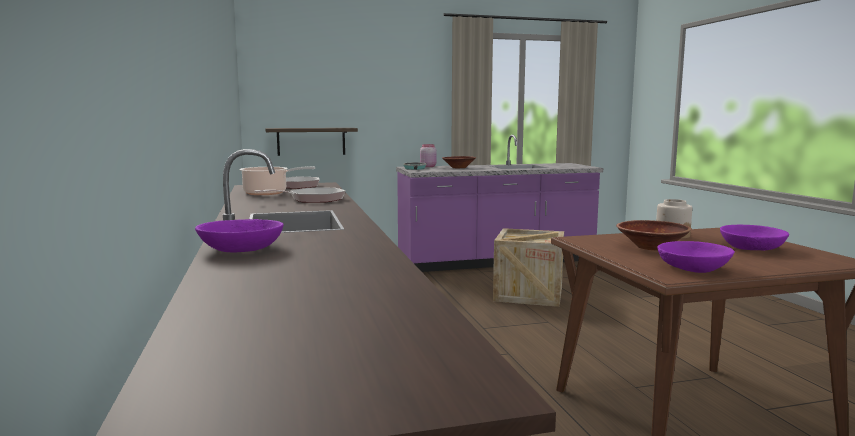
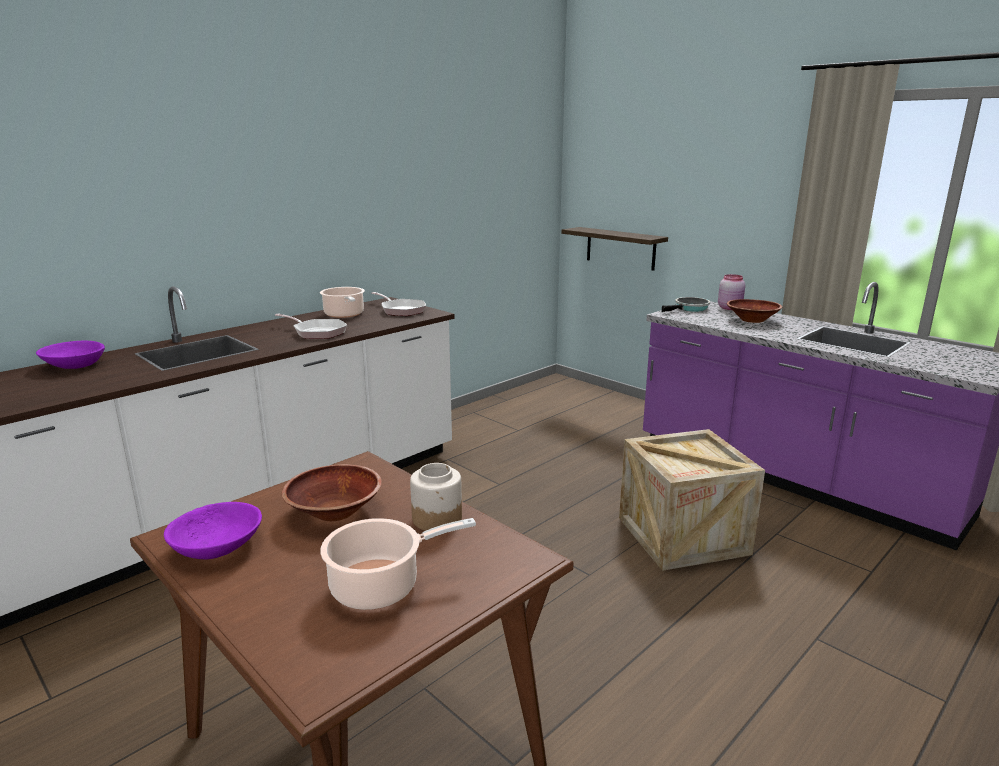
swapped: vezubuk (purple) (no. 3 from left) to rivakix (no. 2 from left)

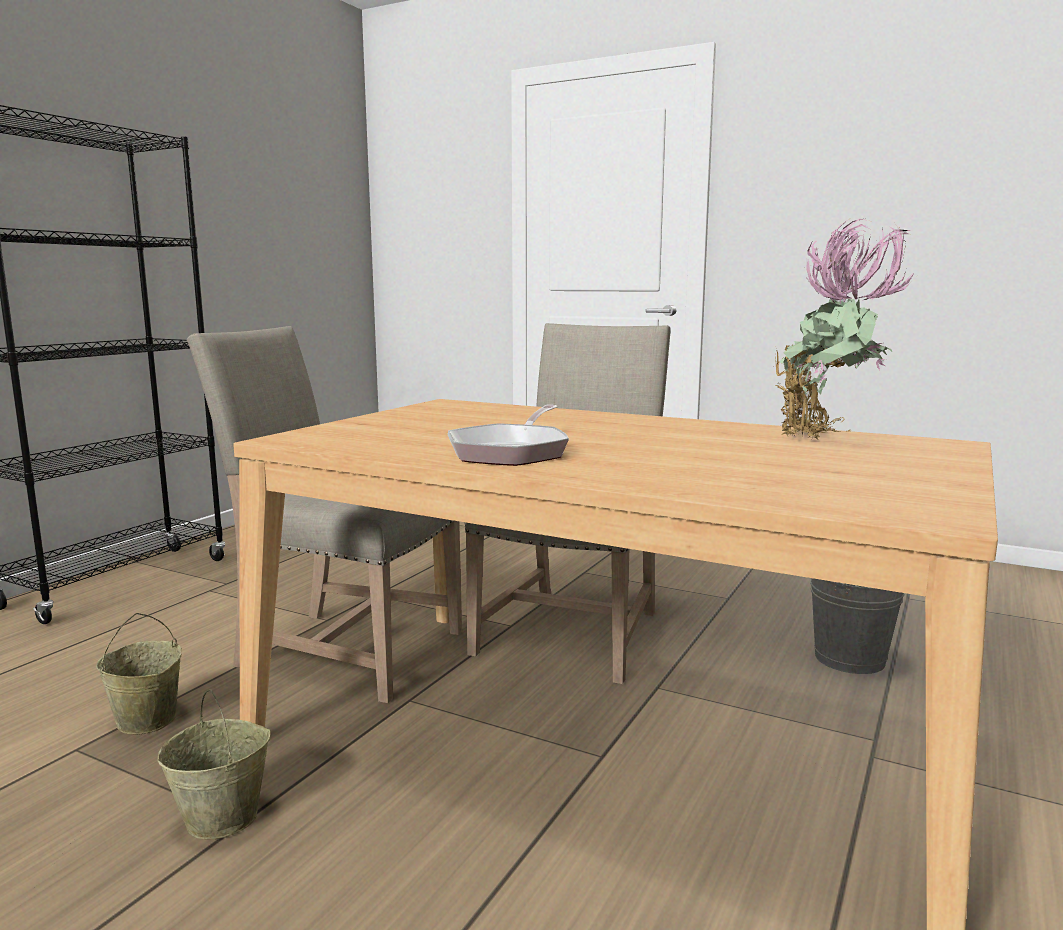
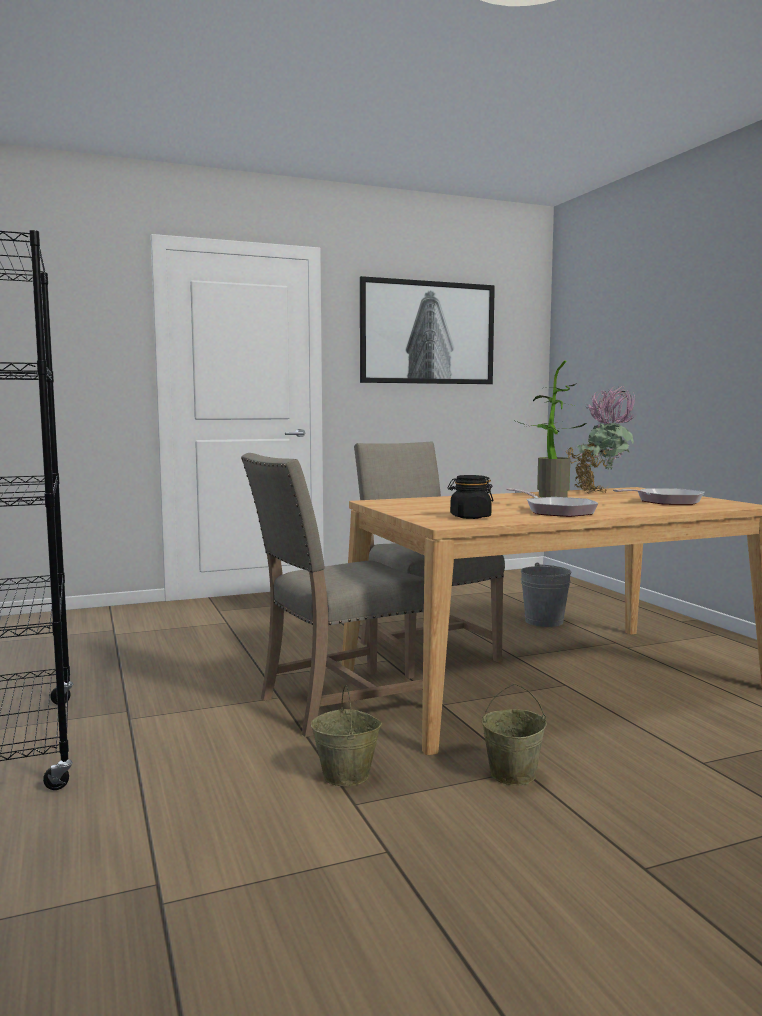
new: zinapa; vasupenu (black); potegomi (no. 1 from left); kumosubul (no. 2 from left)

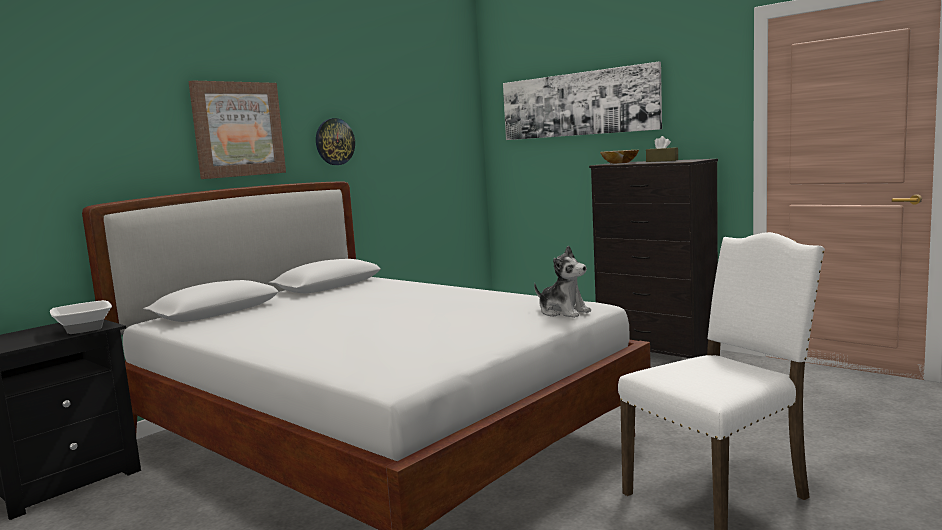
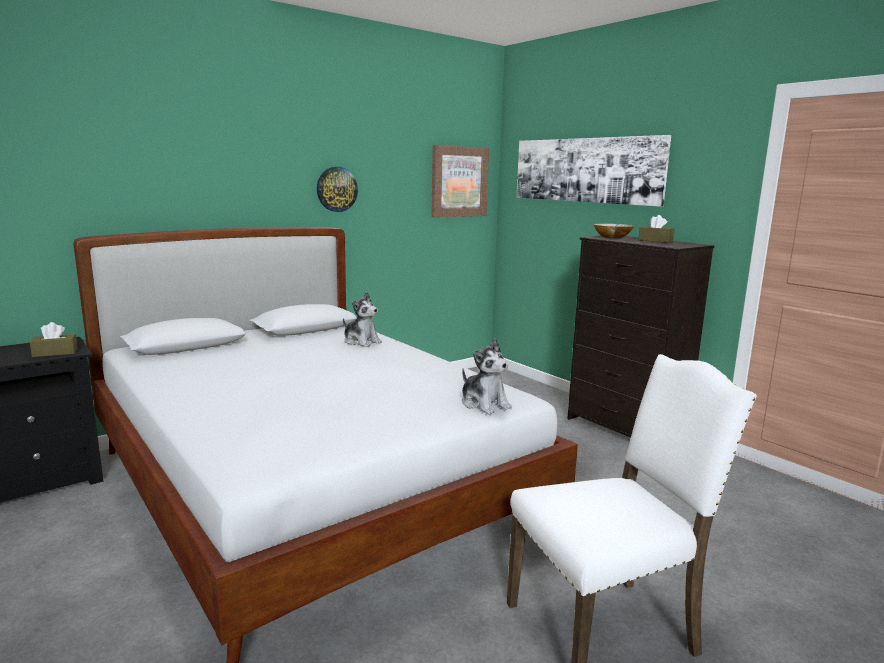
new: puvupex (no. 1 from left)
shifted: zinapa (no. 1 from left)
swapped: vezubuk (no. 1 from left) to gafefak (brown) (no. 1 from left)

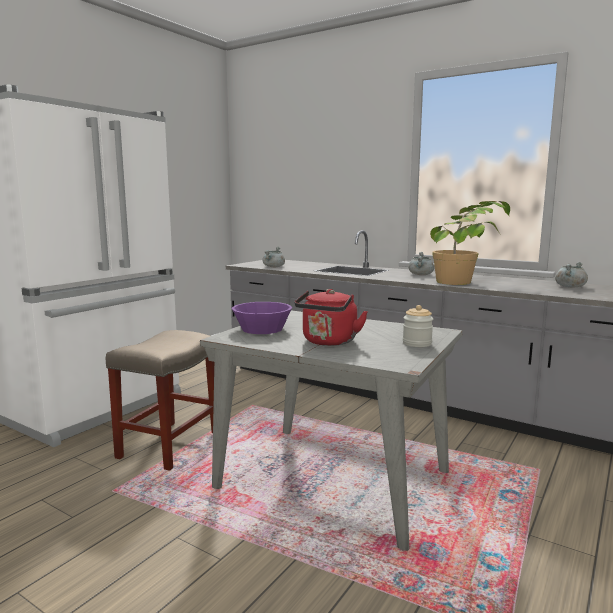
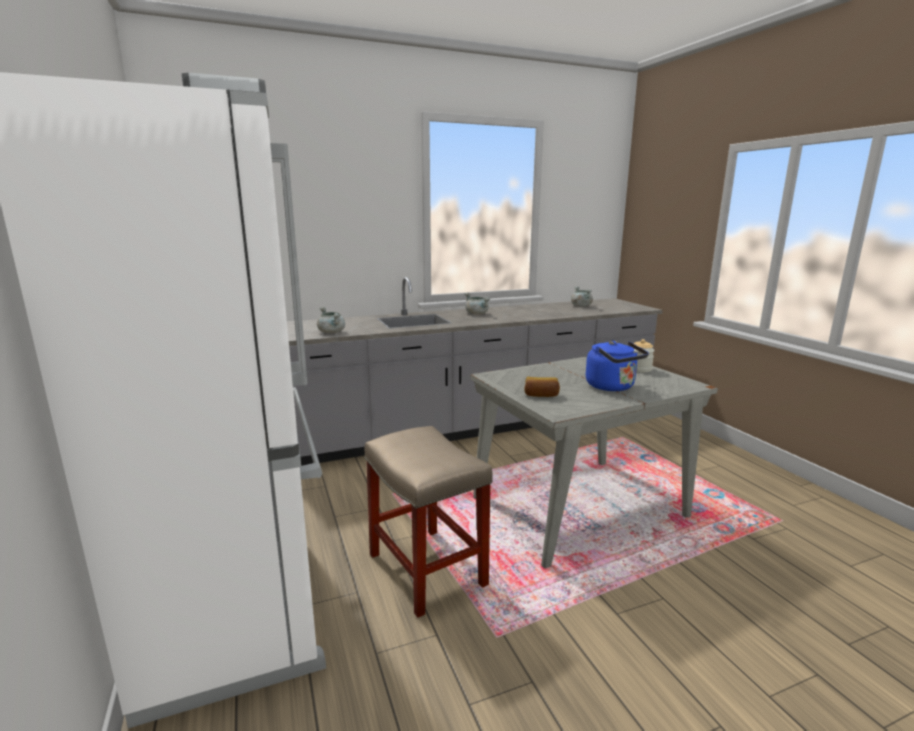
gone: potegomi
swapped: vezubuk (purple) to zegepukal
repainted: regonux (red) to regonux (blue)

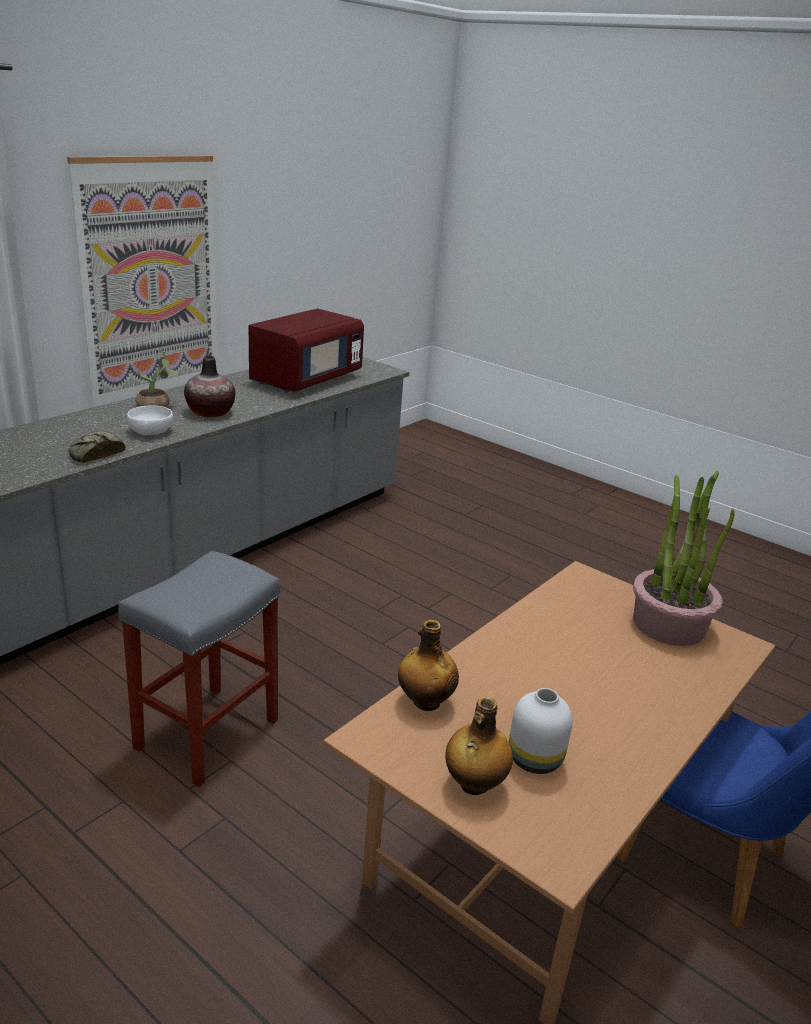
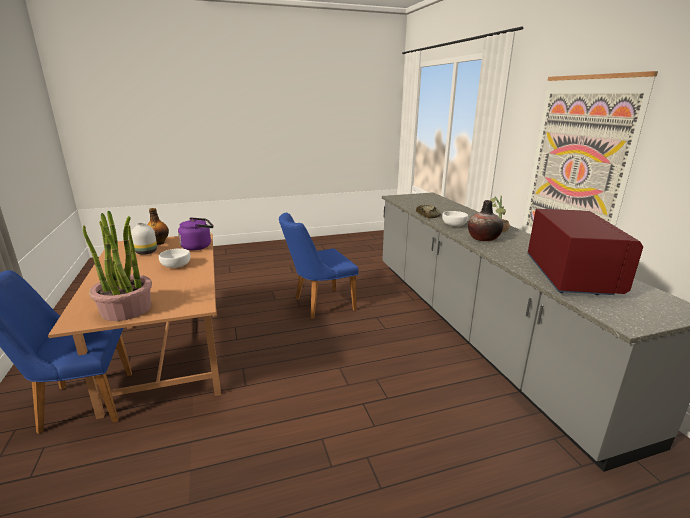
new: vezubuk (white) (no. 1 from left)
swapped: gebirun (no. 1 from left) to regonux (purple); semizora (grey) to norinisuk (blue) (no. 2 from left)
rotated: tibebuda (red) 150 degrees counterclockwise

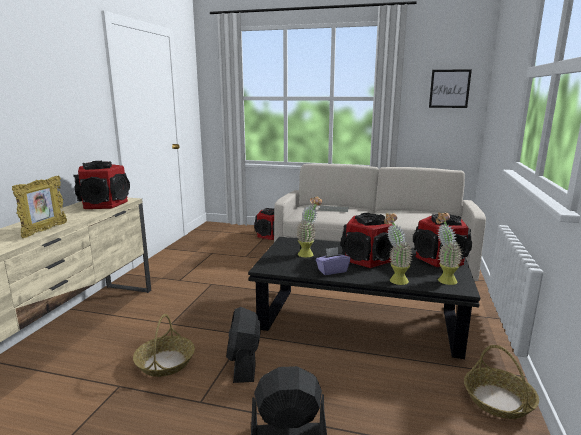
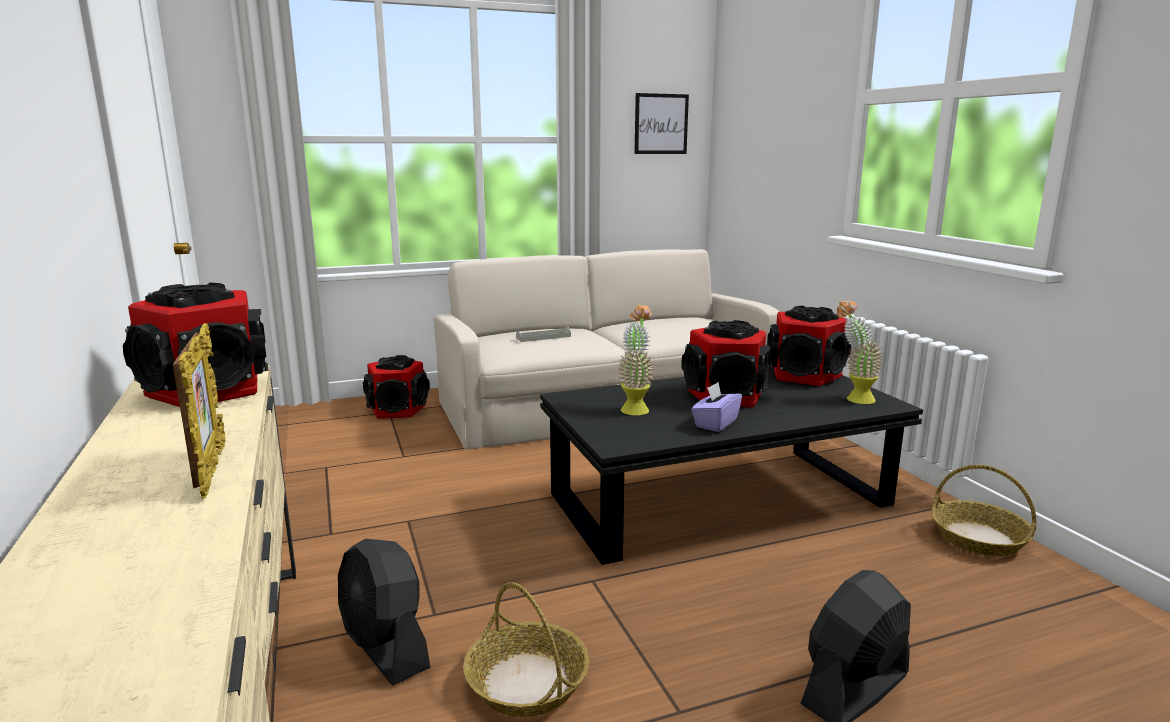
gone: potegomi (no. 2 from left)
shifted: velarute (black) (no. 1 from left)

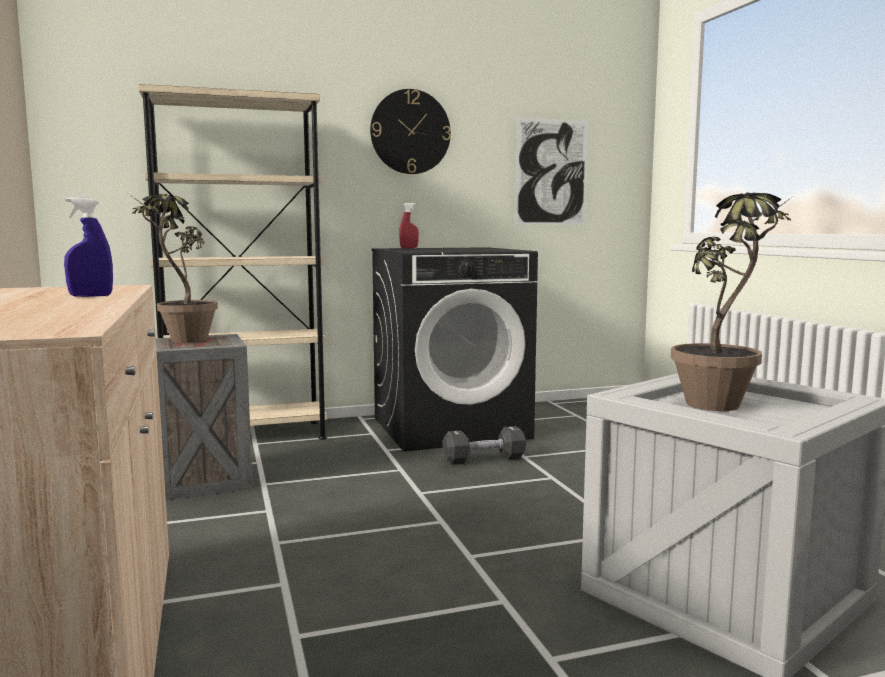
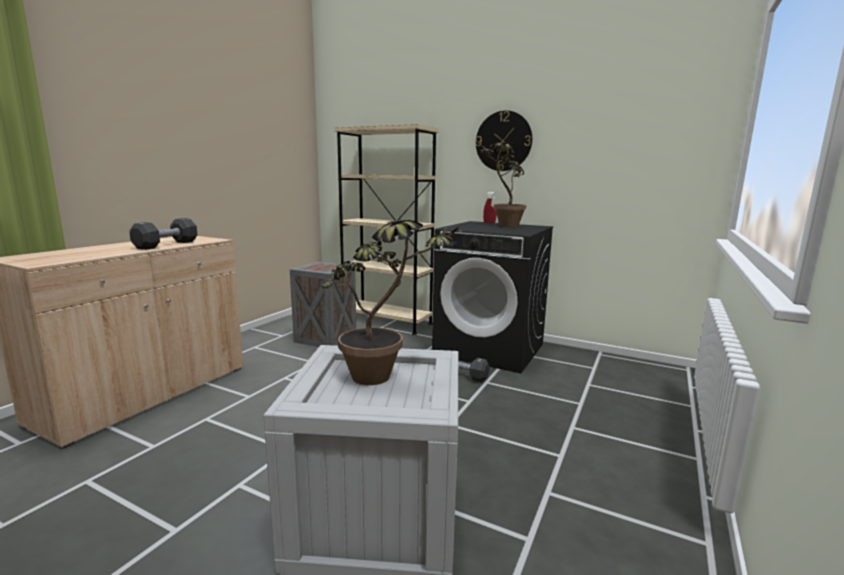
gone: zinapa
shifted: potegomi (no. 1 from left in the first image) to potegomi (no. 2 from left)
swapped: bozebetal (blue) to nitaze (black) (no. 1 from left)

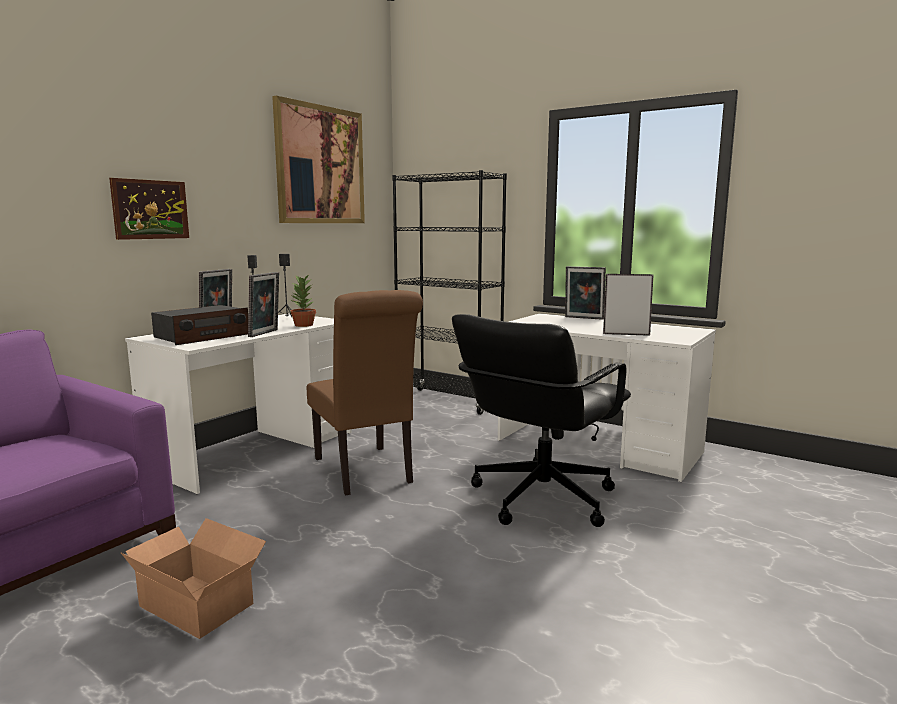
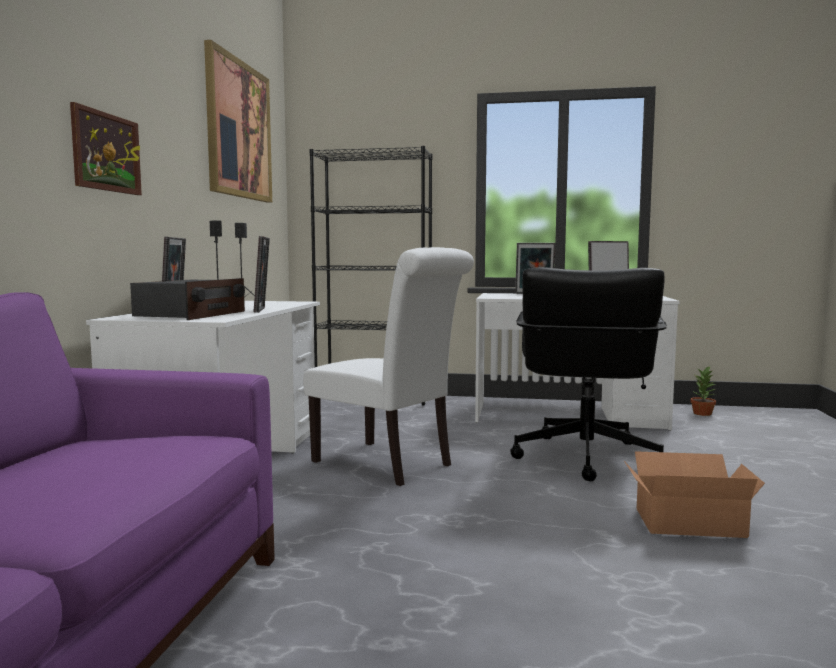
shifted: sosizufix; potegomi
repainted: norinisuk (brown) to norinisuk (white)

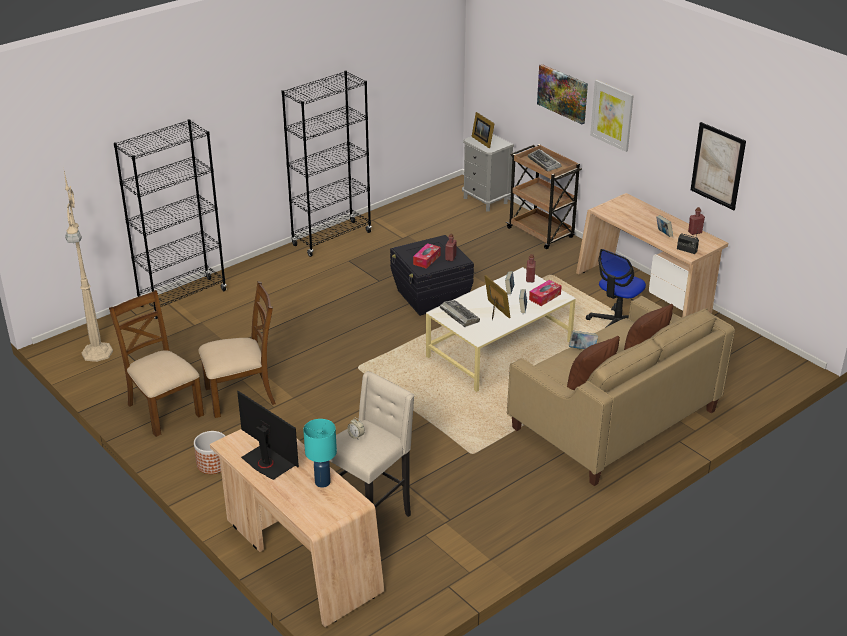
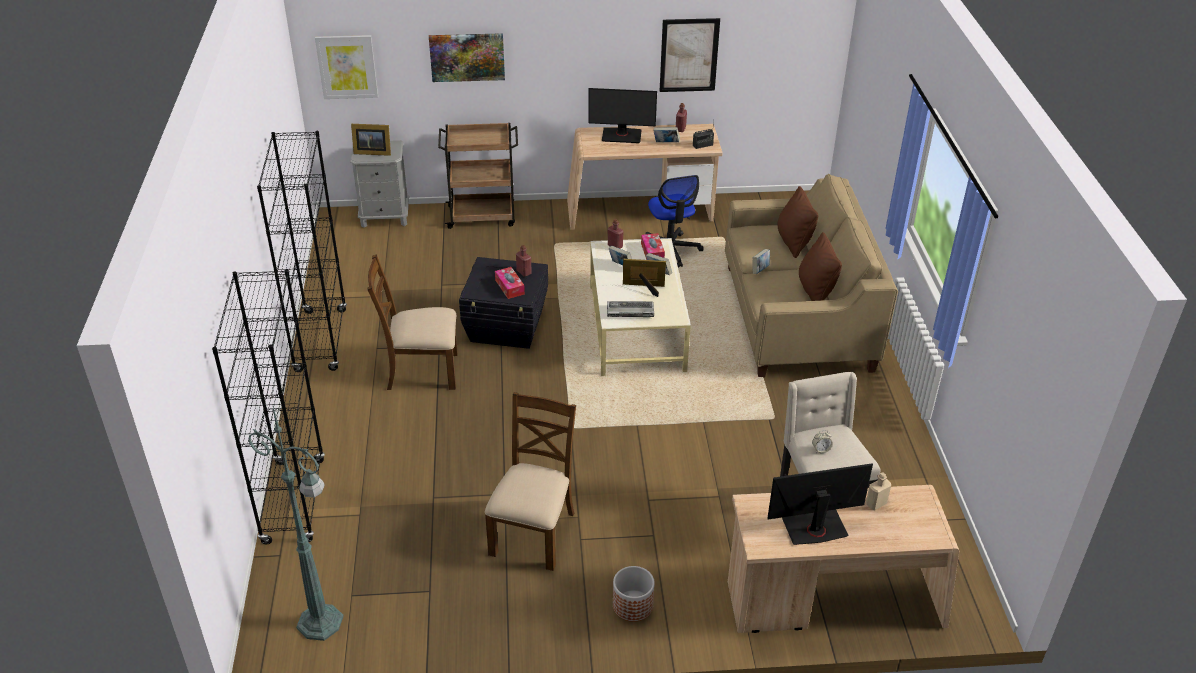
gone: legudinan (no. 2 from left)
new: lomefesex (no. 1 from left)
shifted: zinapa (no. 2 from left in the first image) to zinapa (no. 1 from left); norinisuk (brown) (no. 1 from left)
swapped: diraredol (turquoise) to gebirun (beige)
repainted: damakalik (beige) to damakalik (green)

